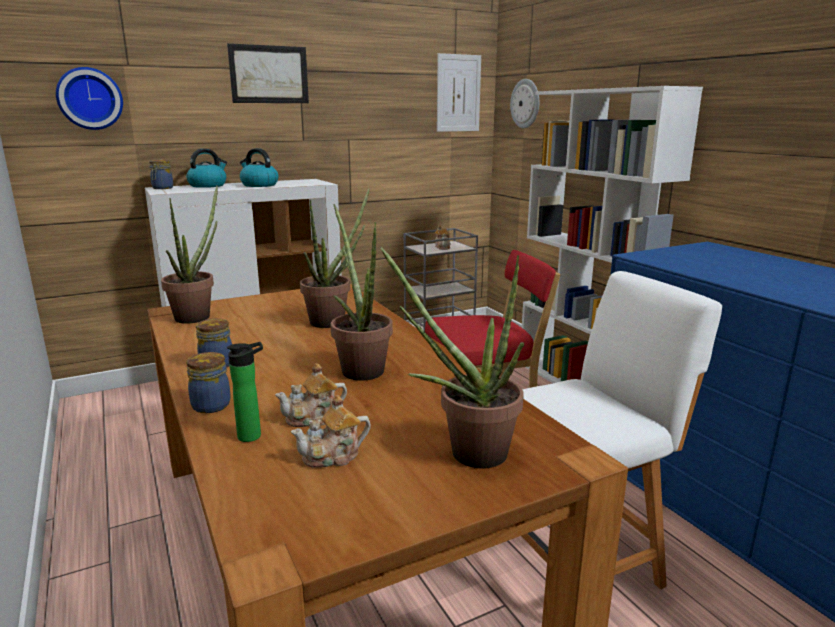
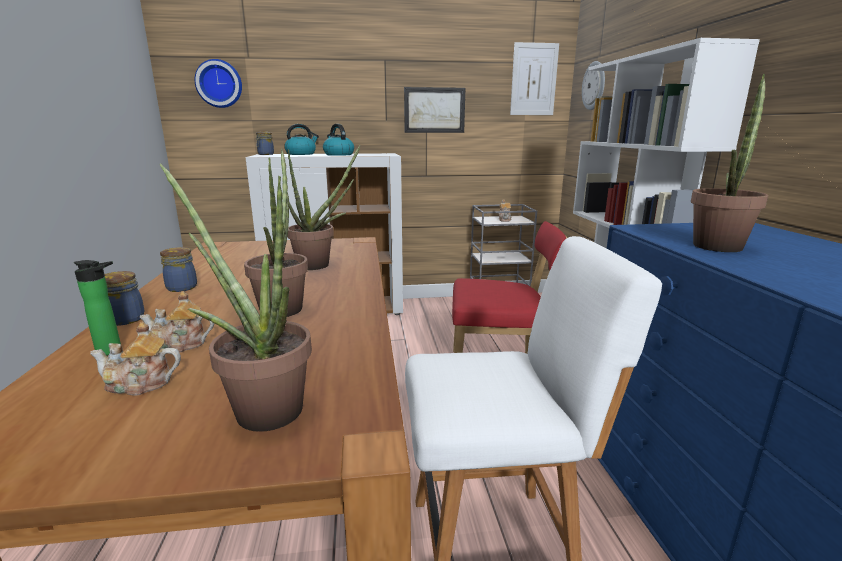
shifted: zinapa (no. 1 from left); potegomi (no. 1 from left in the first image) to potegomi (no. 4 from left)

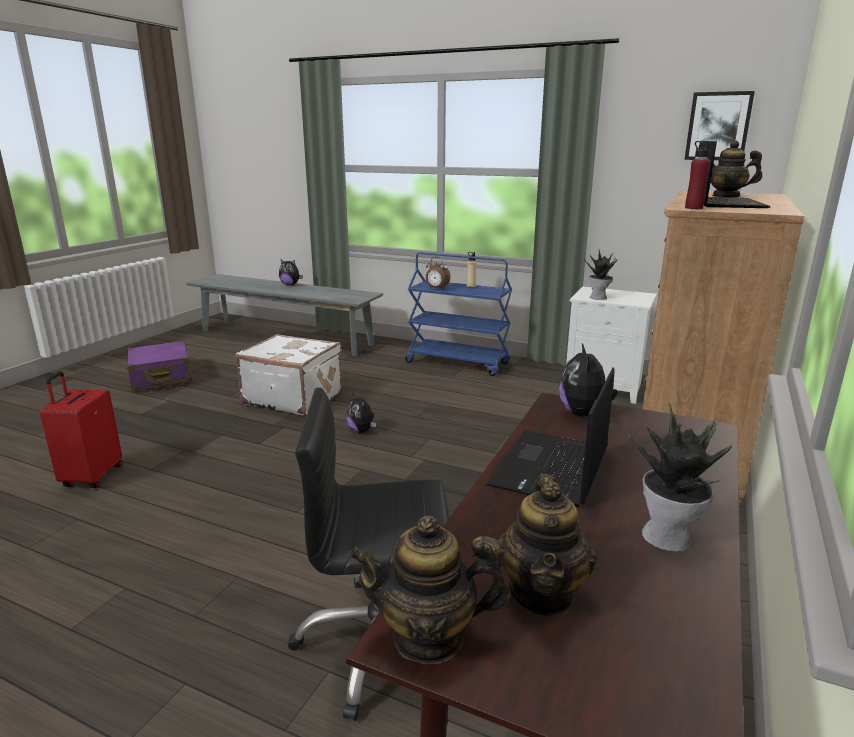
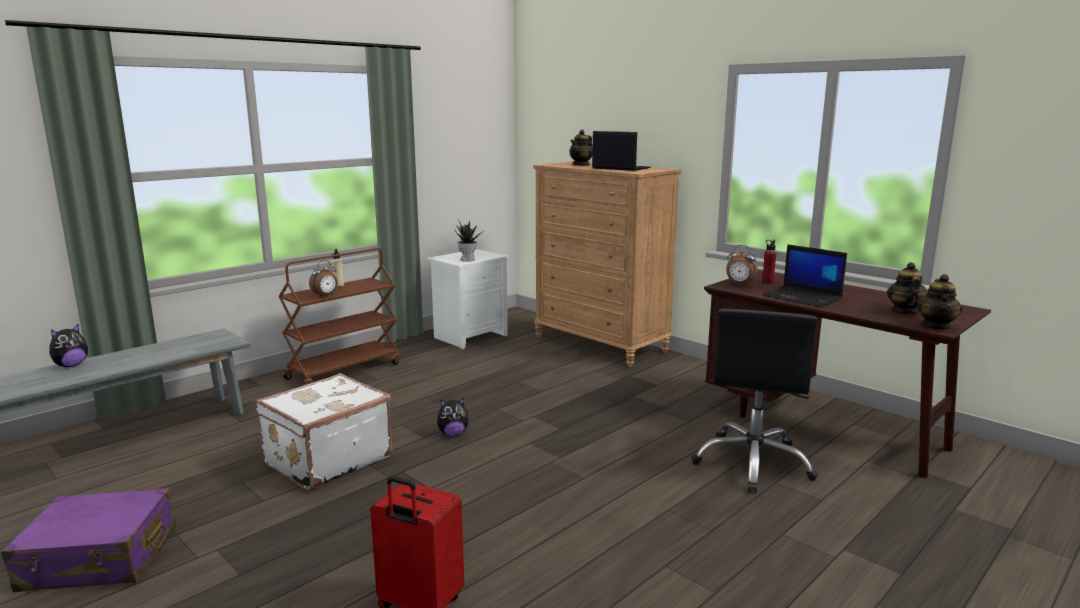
gone: potegomi (no. 2 from left); zinapa
shifted: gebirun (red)
swapped: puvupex (no. 3 from left) to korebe (no. 2 from left)
repainted: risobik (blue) to risobik (brown)
rotated: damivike (no. 2 from left) 105 degrees counterclockwise

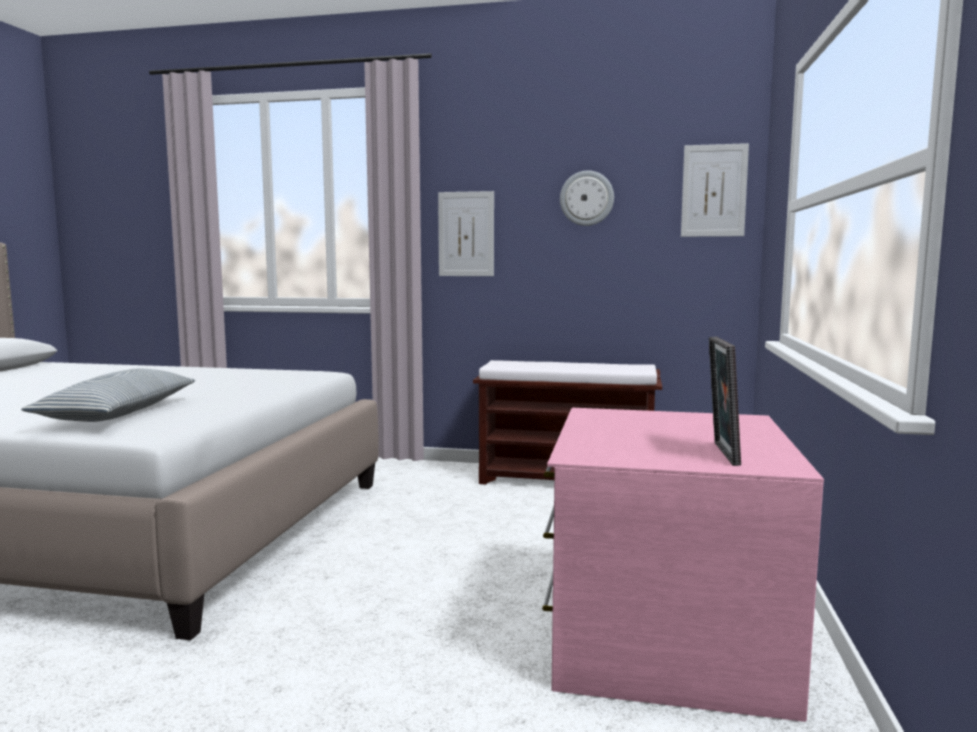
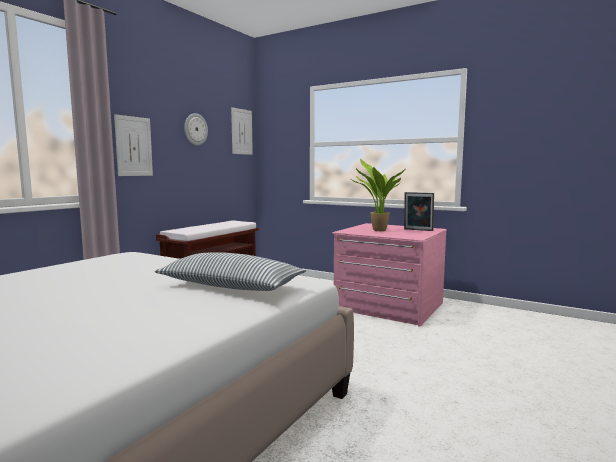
new: potegomi

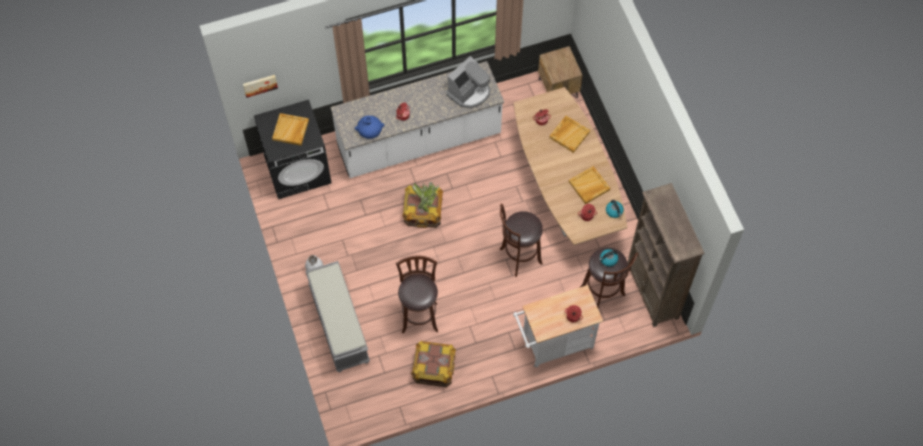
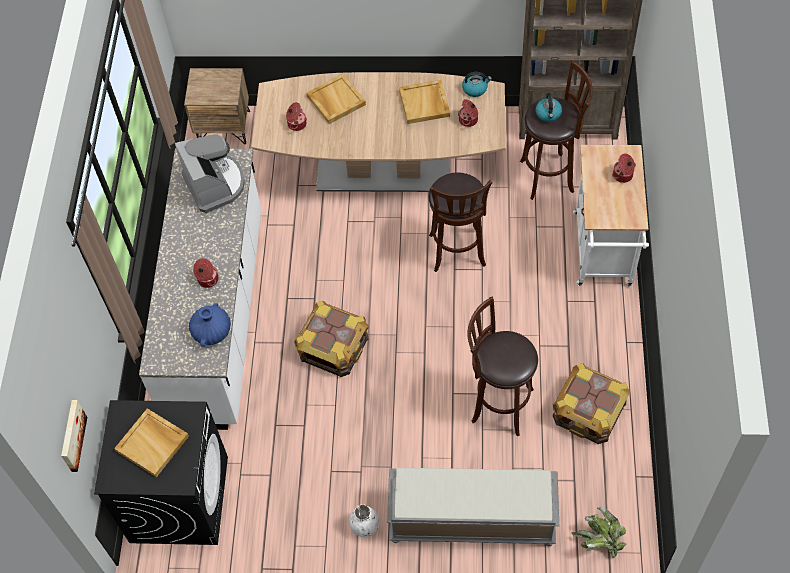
shifted: potegomi

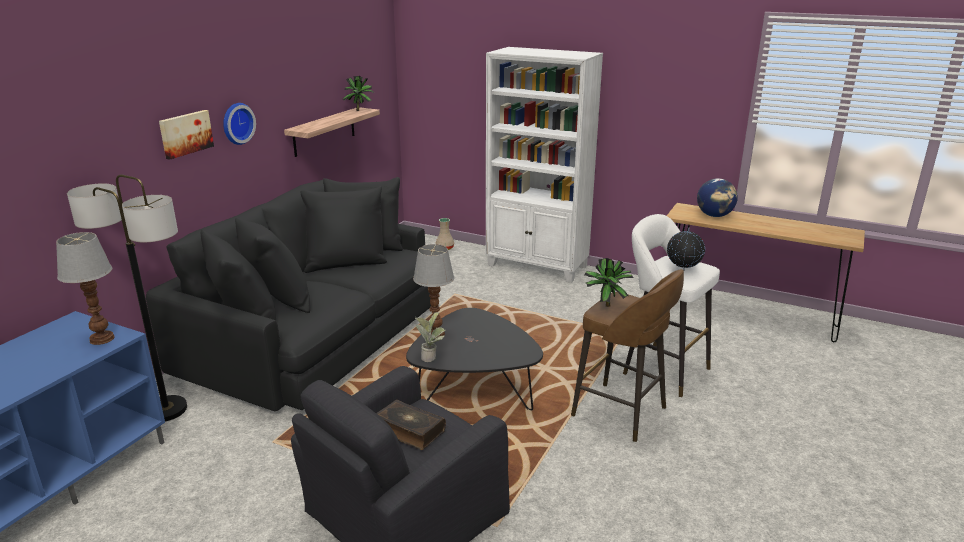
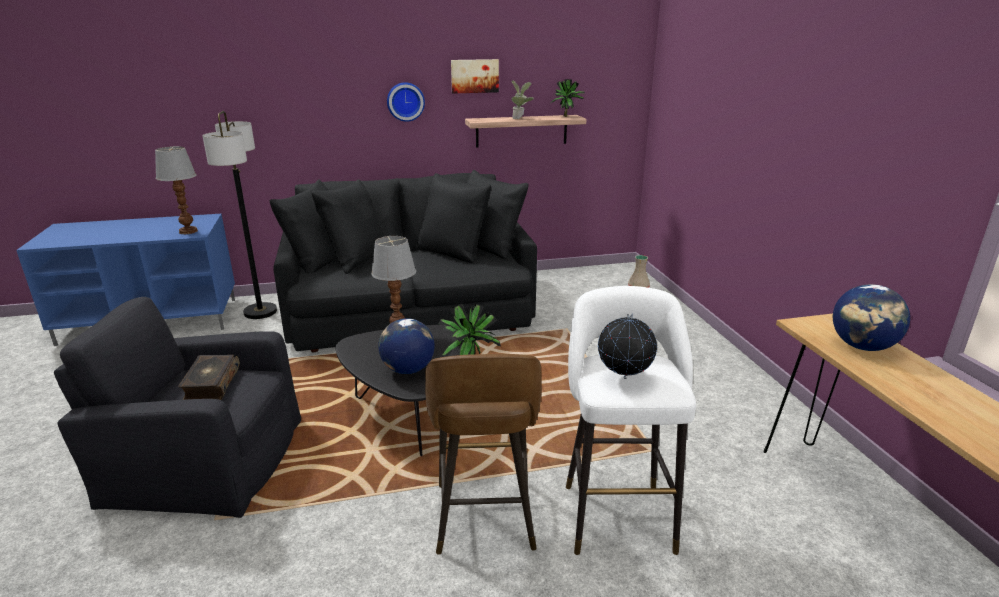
gone: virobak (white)
new: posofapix (no. 1 from left)
shifted: zinapa; potegomi (no. 2 from left)

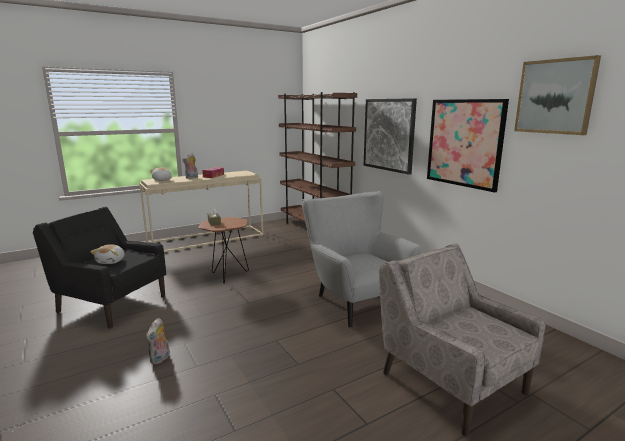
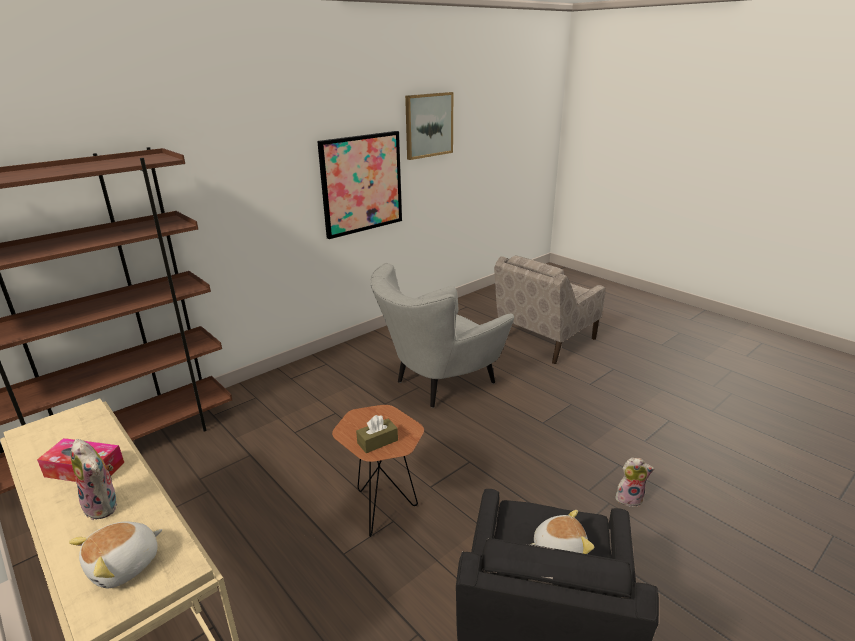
gone: zinapa (no. 1 from left)

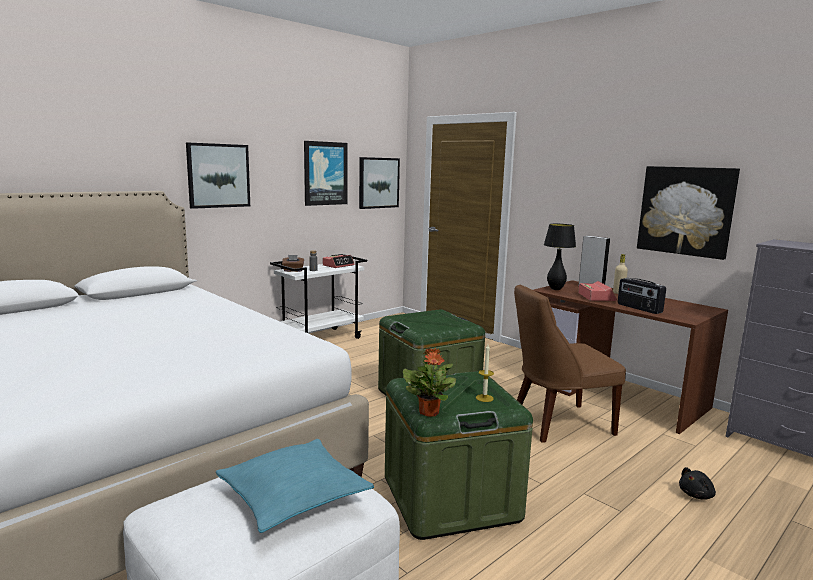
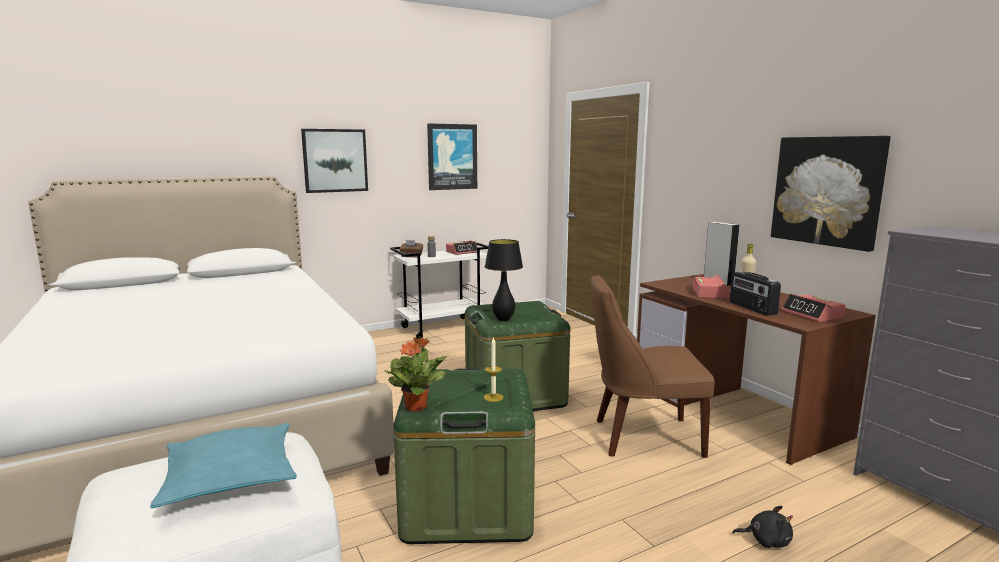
gone: zinapa (no. 3 from left)
new: korebe (no. 3 from left)
shifted: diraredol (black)
rotated: puvupex (black) 150 degrees counterclockwise

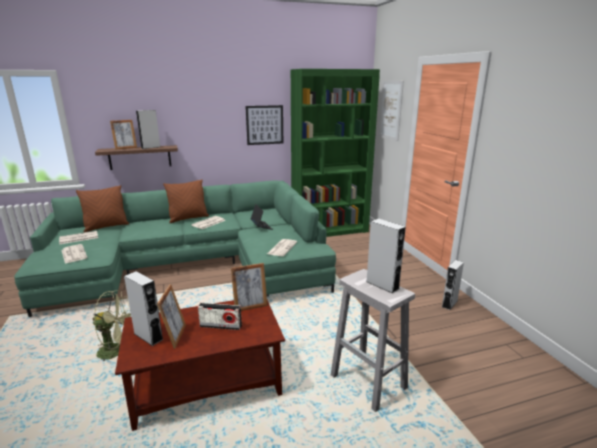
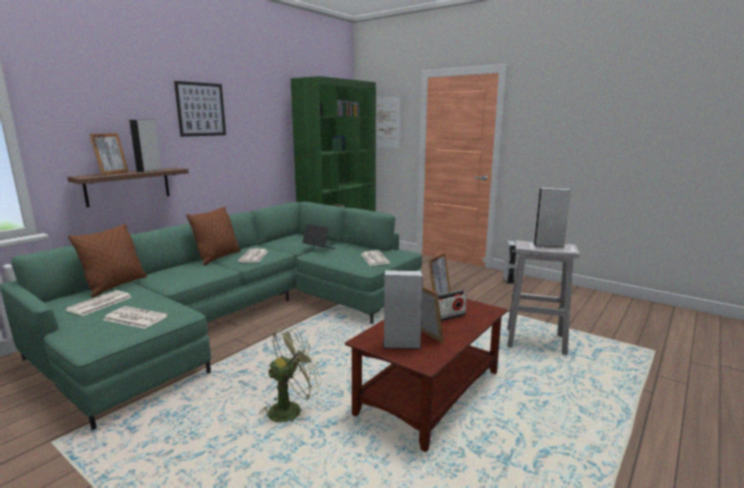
shifted: zinapa (no. 1 from left)

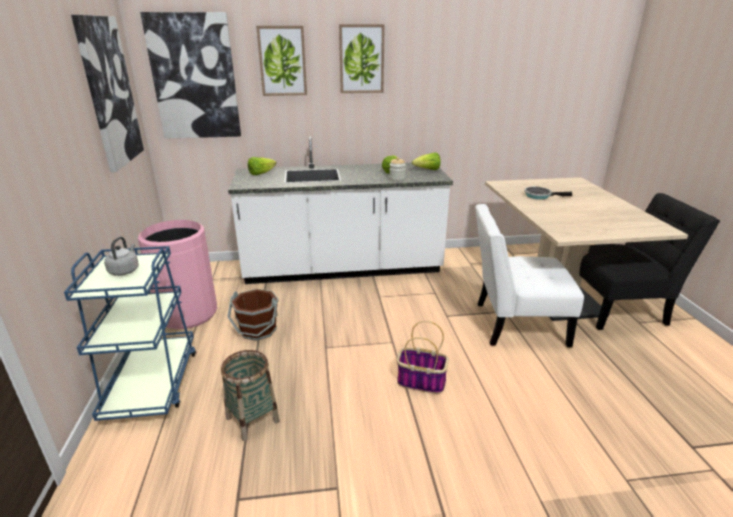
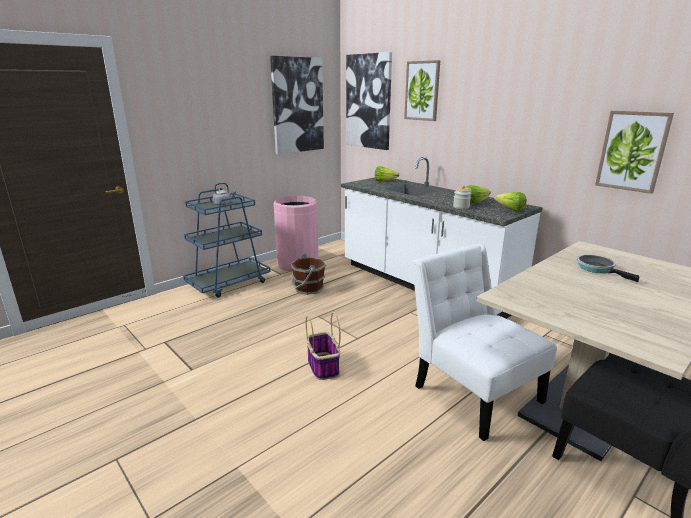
gone: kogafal (no. 1 from left)
shifted: zinapa (no. 4 from left)

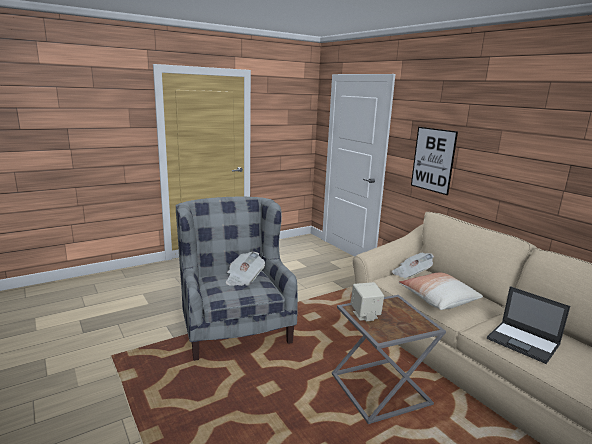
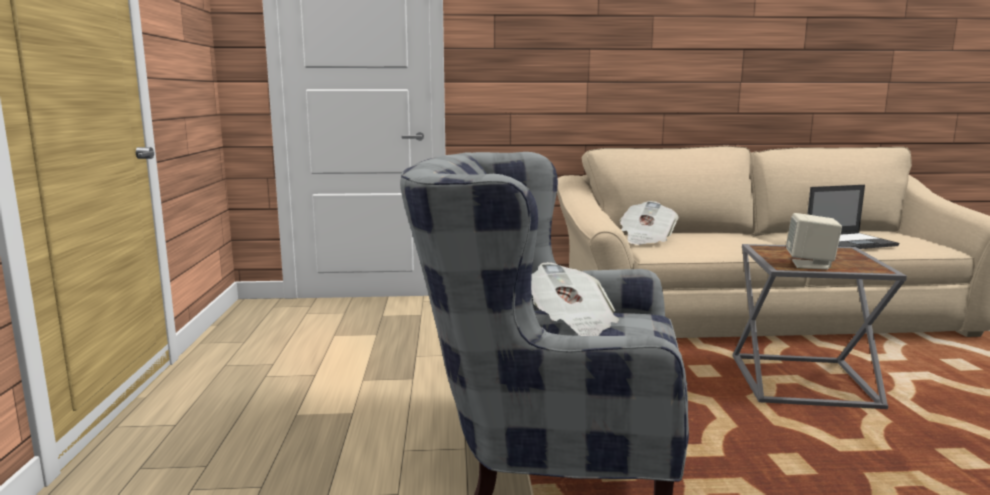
gone: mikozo; zinapa

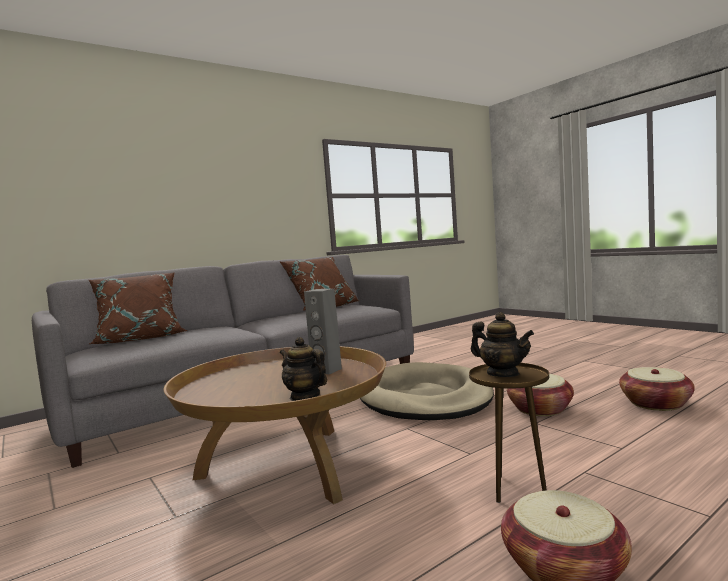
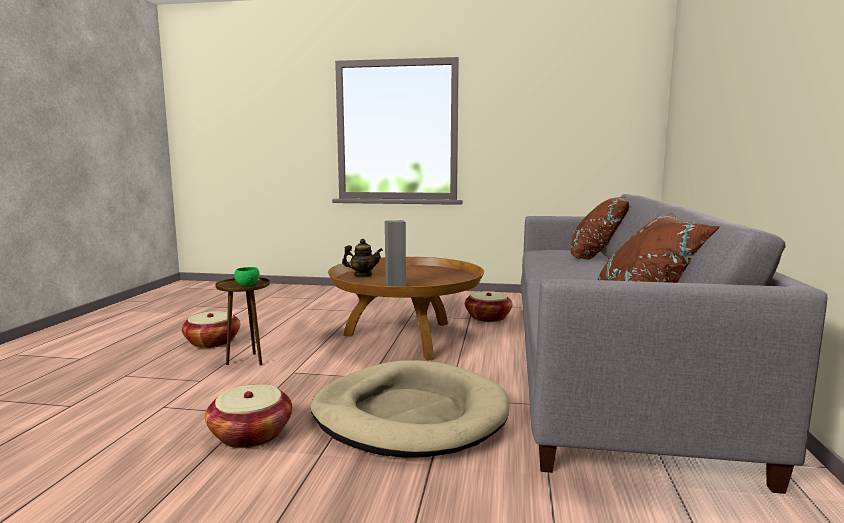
shifted: kogafal (no. 3 from left)
swapped: damivike (no. 2 from left) to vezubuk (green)

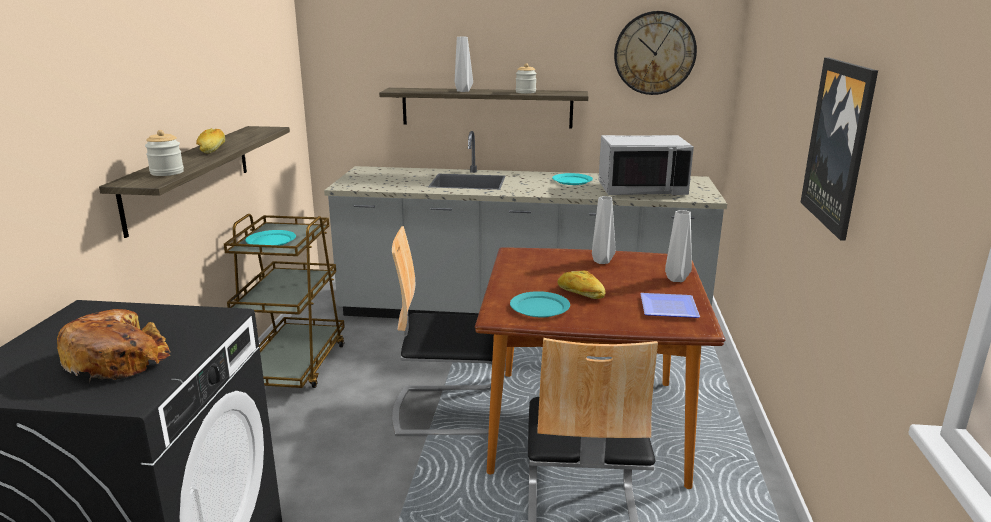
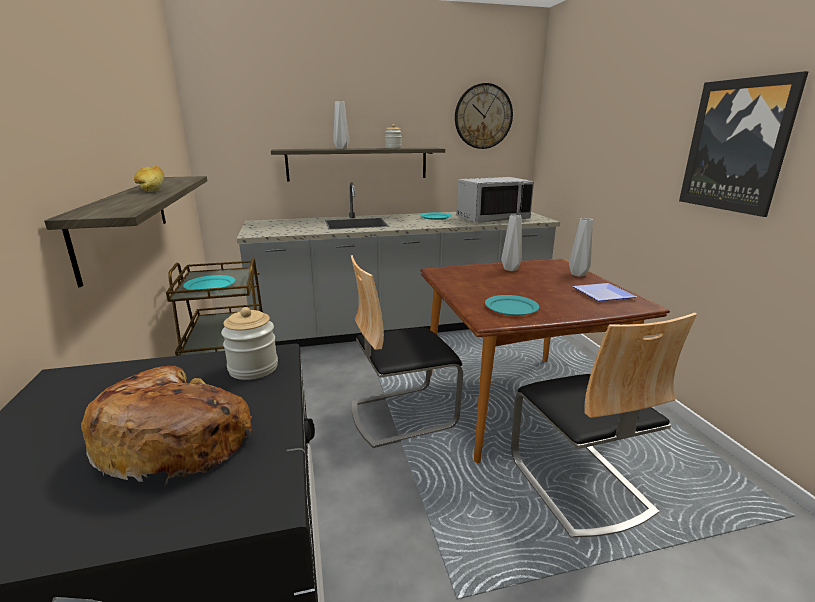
gone: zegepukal (no. 3 from left)
shifted: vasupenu (no. 1 from left)

